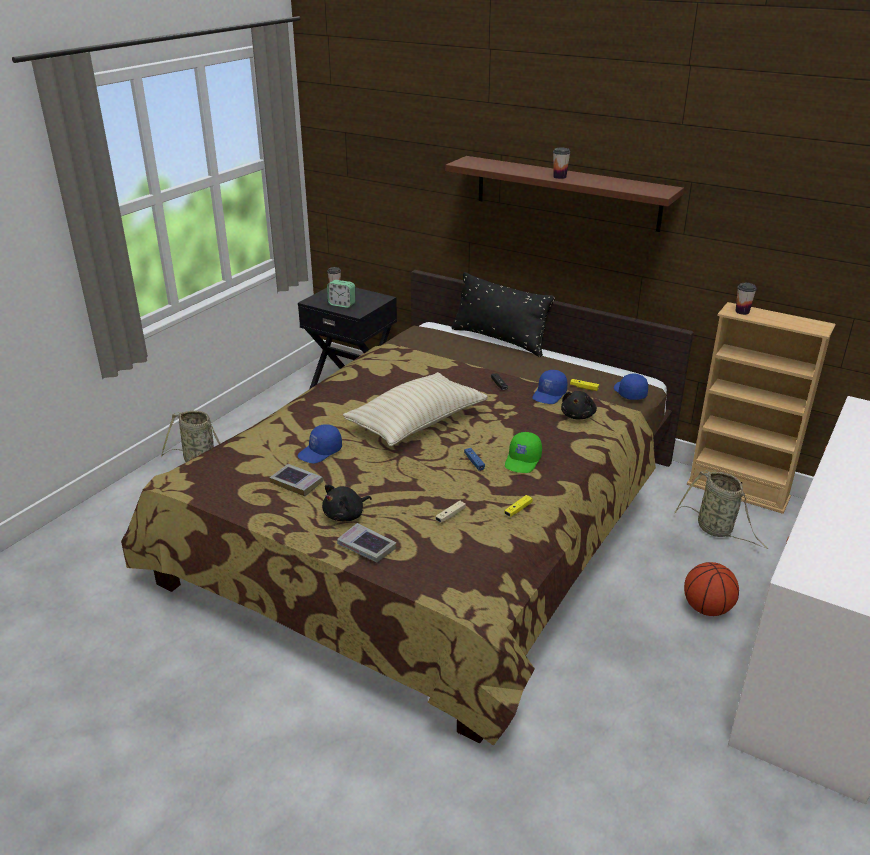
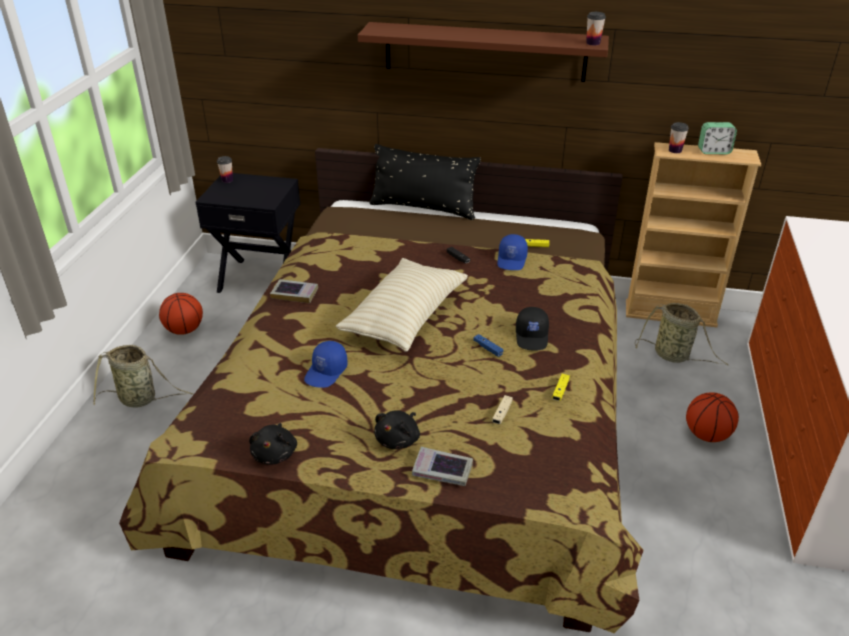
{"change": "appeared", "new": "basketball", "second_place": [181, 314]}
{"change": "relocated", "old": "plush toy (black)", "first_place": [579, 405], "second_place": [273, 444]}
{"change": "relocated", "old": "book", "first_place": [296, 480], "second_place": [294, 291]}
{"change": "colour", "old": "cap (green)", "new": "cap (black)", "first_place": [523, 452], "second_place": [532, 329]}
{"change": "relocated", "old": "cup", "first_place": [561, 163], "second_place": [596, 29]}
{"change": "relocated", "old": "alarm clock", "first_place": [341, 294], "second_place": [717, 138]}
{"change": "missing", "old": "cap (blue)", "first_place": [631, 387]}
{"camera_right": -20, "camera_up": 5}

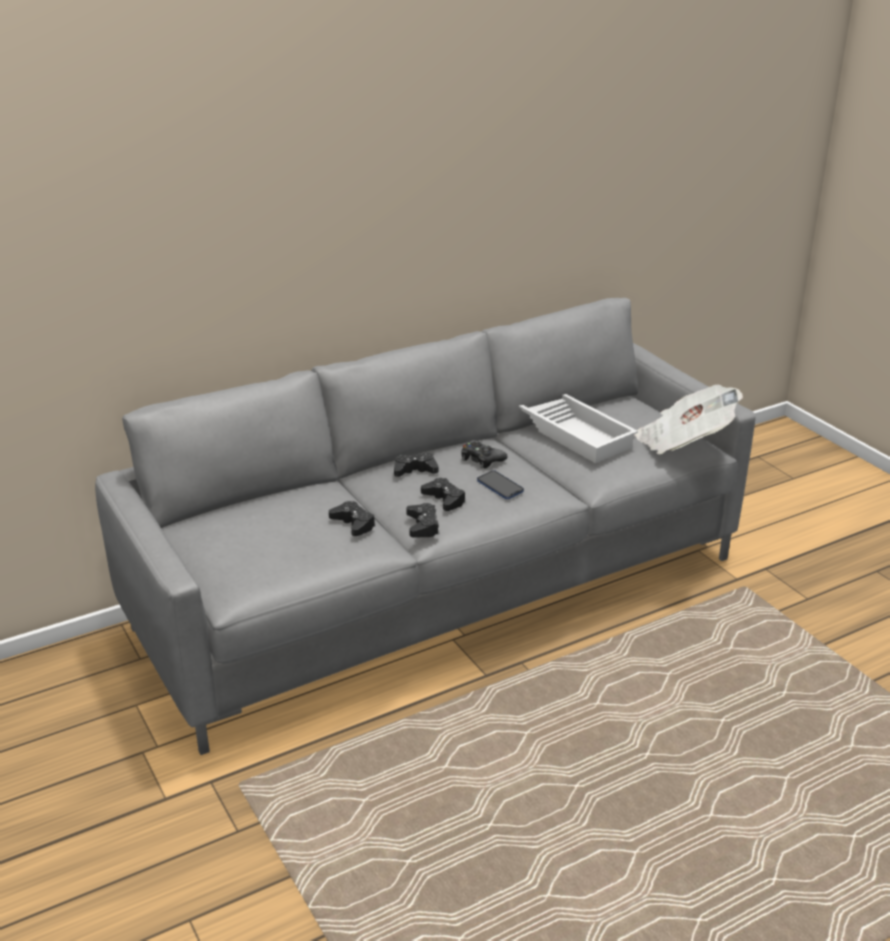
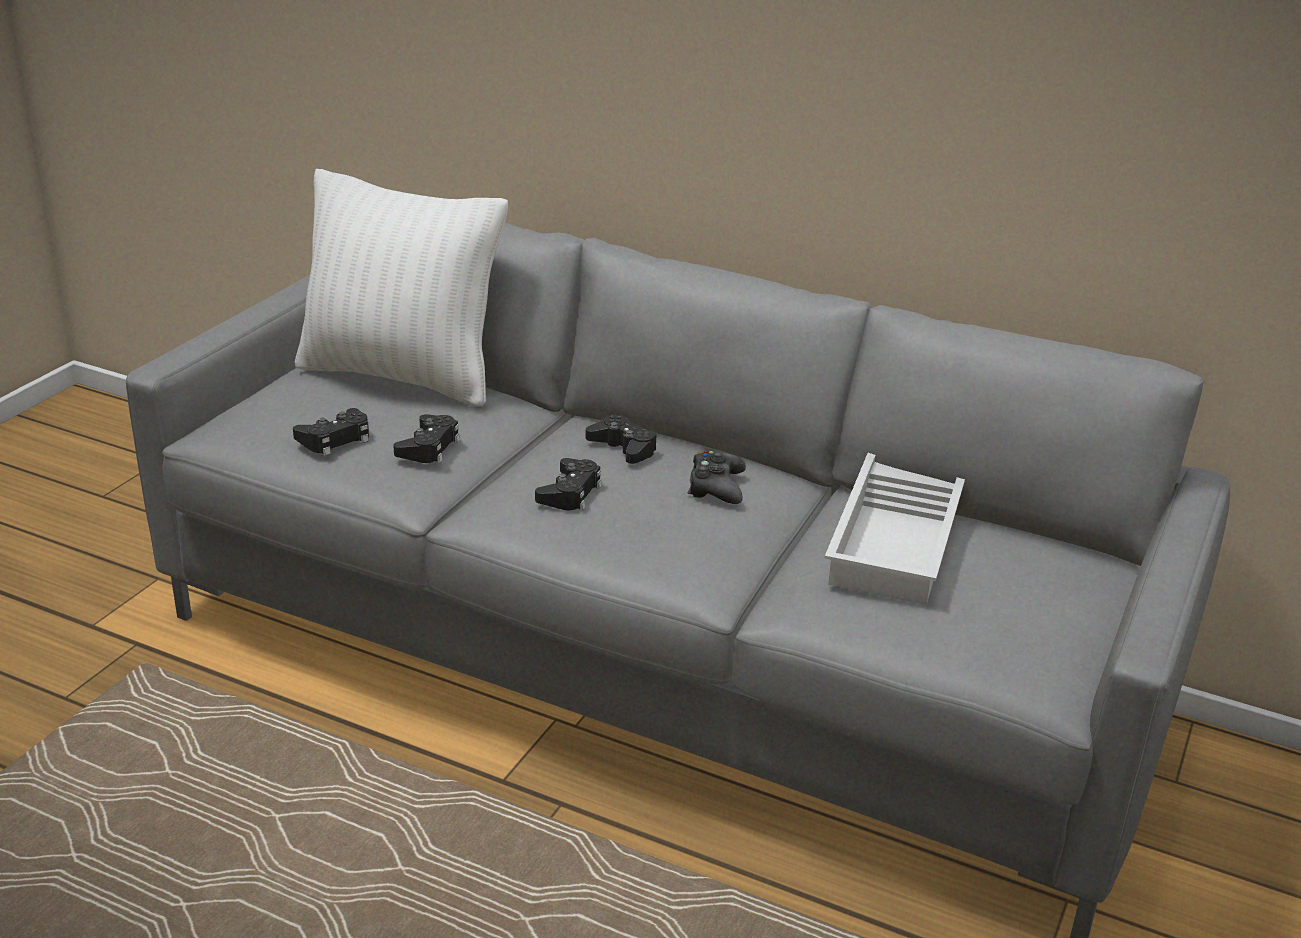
{"change": "relocated", "old": "game controller (black)", "first_place": [423, 520], "second_place": [331, 432]}
{"change": "appeared", "new": "pillow (white)", "second_place": [401, 288]}
{"change": "missing", "old": "phone", "first_place": [500, 484]}
{"change": "missing", "old": "newspaper", "first_place": [688, 419]}
{"camera_right": 55, "camera_up": 0}

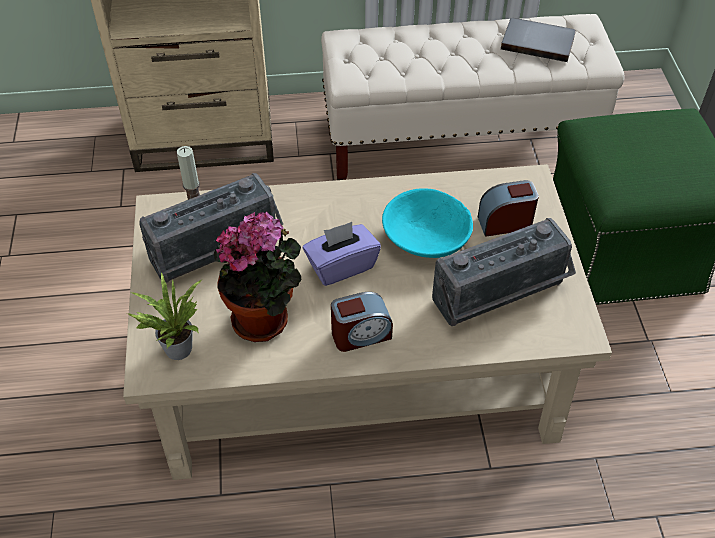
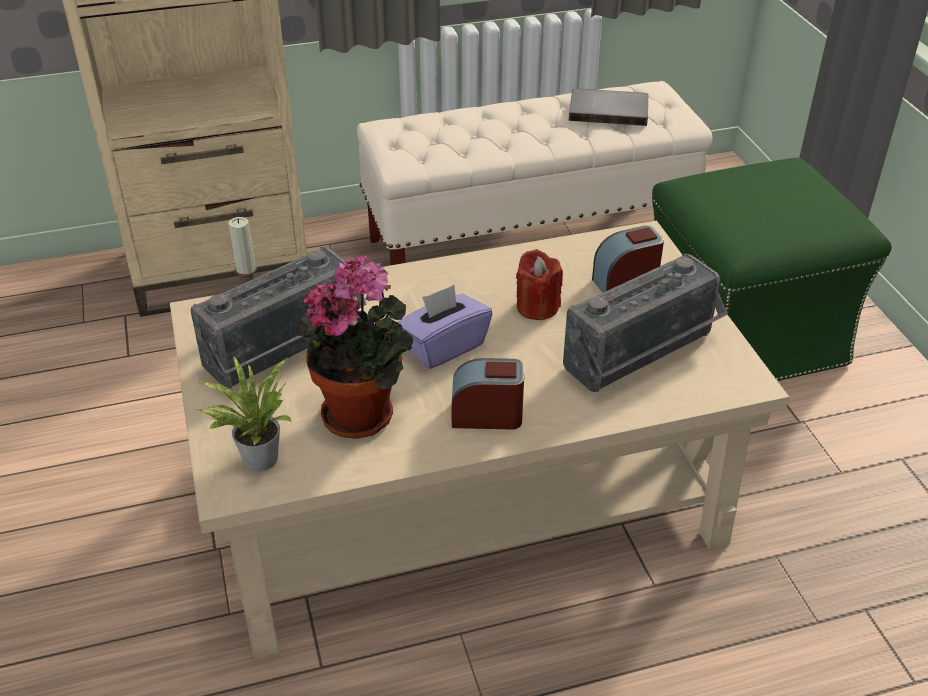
{"change": "spun", "old": "alarm clock", "first_place": [362, 322], "second_place": [487, 393], "degrees": -150}
{"change": "exchanged", "old": "bowl (turquoise)", "new": "candle (red)", "first_place": [427, 223], "second_place": [539, 284]}
{"camera_right": -10, "camera_up": -10}

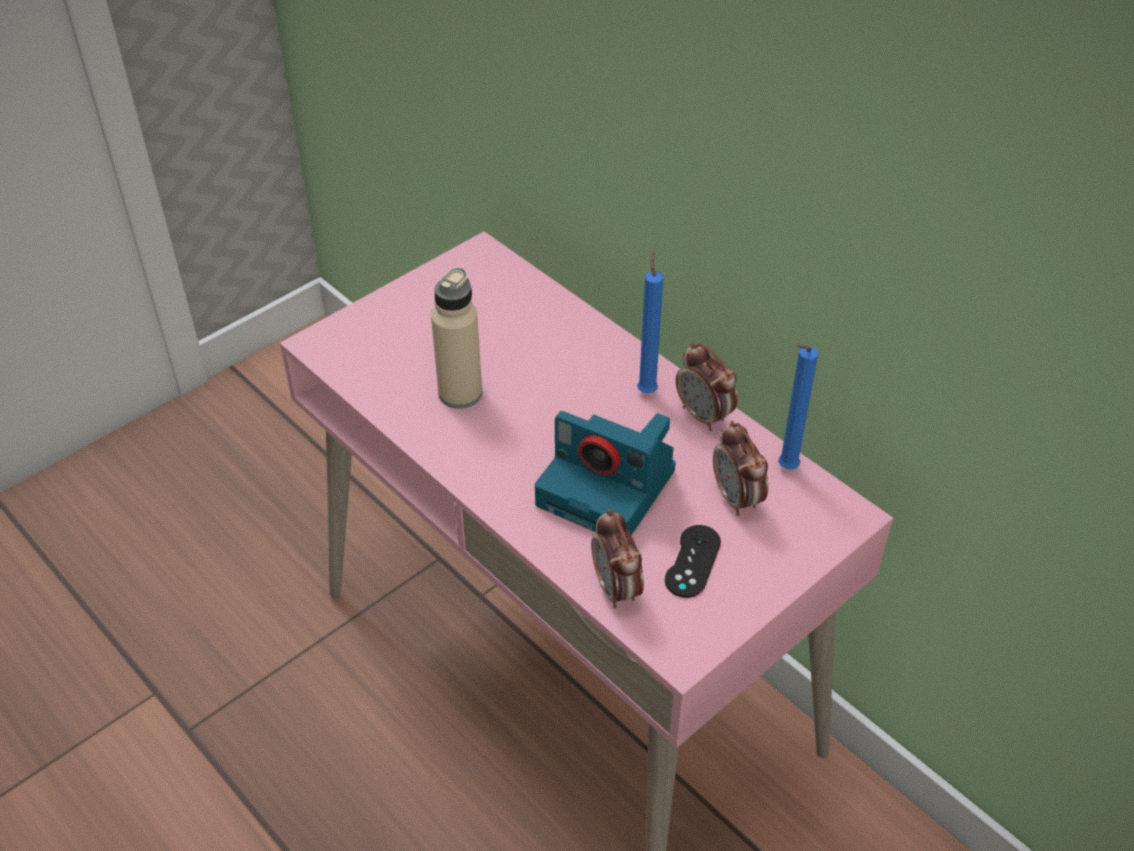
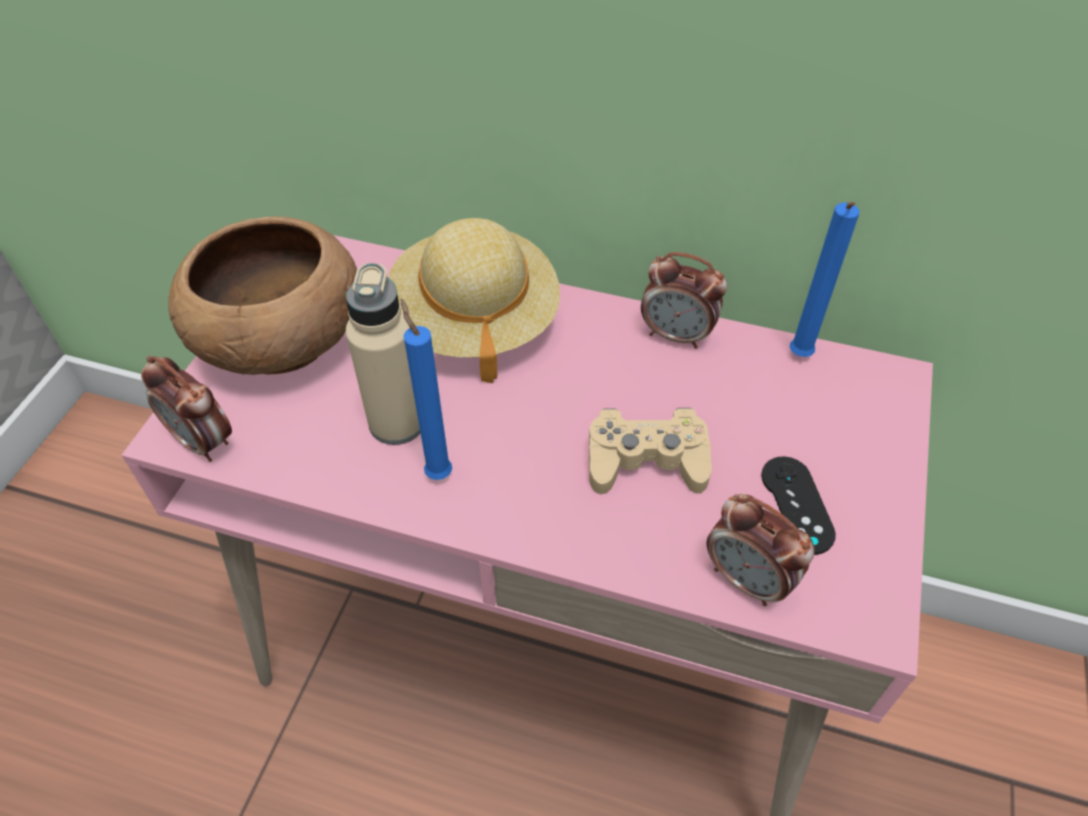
{"change": "relocated", "old": "alarm clock", "first_place": [740, 468], "second_place": [186, 409]}
{"change": "appeared", "new": "bowl (brown)", "second_place": [262, 296]}
{"change": "appeared", "new": "hat (beige)", "second_place": [474, 300]}
{"change": "relocated", "old": "candle (blue)", "first_place": [650, 322], "second_place": [426, 389]}
{"change": "exchanged", "old": "photo camera", "new": "game controller (beige)", "first_place": [605, 473], "second_place": [650, 451]}
{"camera_right": -30, "camera_up": 5}

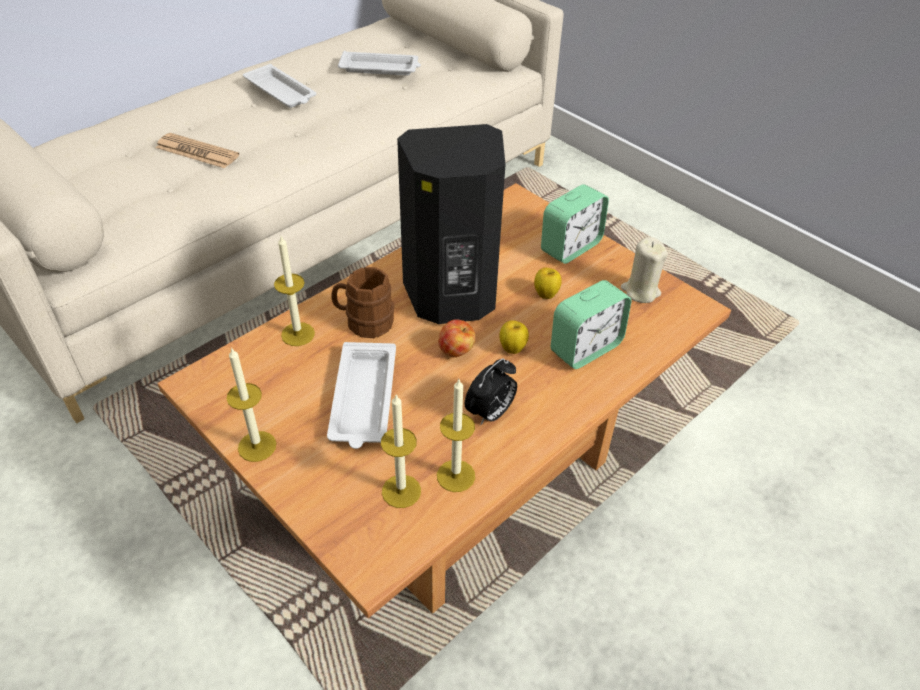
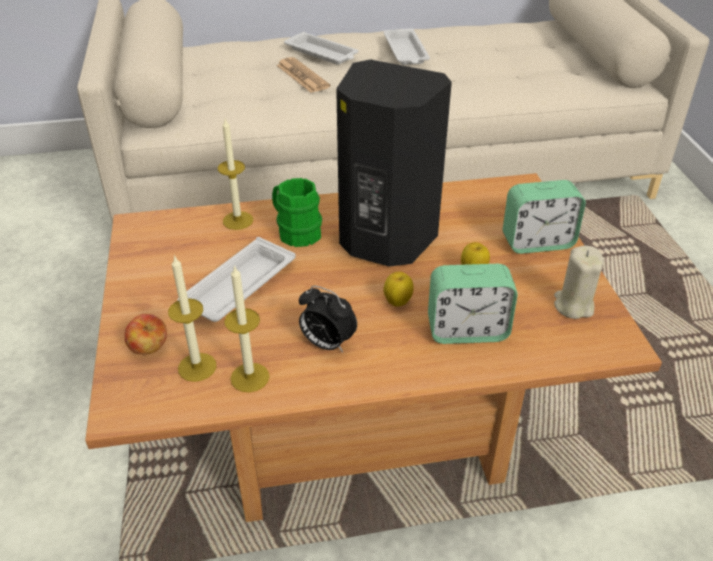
{"change": "relocated", "old": "apple", "first_place": [457, 338], "second_place": [146, 334]}
{"change": "colour", "old": "mug (brown)", "new": "mug (green)", "first_place": [363, 302], "second_place": [297, 212]}
{"change": "relocated", "old": "tray (white)", "first_place": [379, 63], "second_place": [321, 48]}
{"change": "spun", "old": "alarm clock", "first_place": [491, 391], "second_place": [328, 318], "degrees": 45}
{"change": "missing", "old": "candle", "first_place": [251, 404]}
{"camera_right": 35, "camera_up": -5}

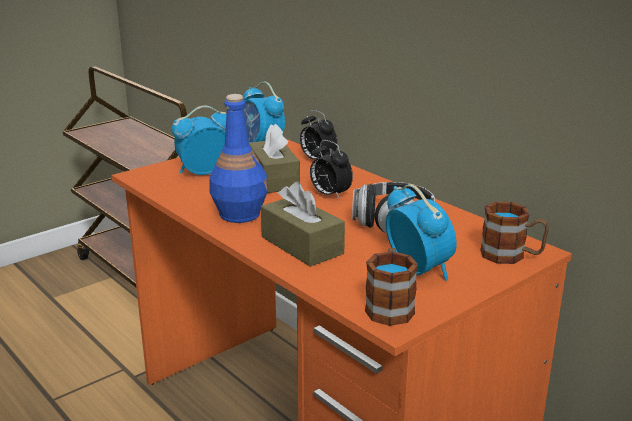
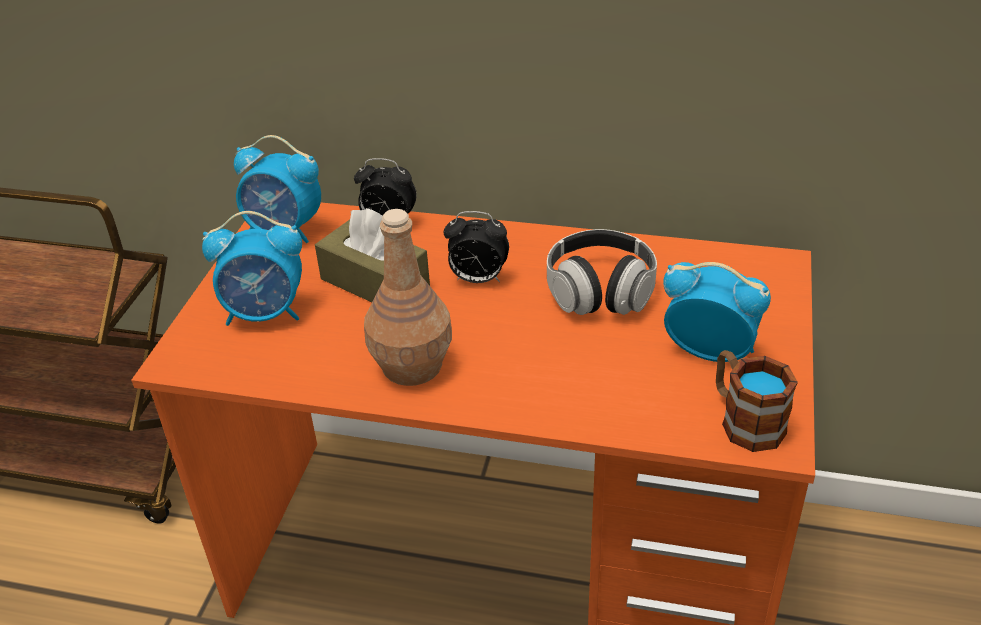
{"change": "spun", "old": "alarm clock", "first_place": [199, 140], "second_place": [252, 268], "degrees": -120}
{"change": "colour", "old": "bottle (blue)", "new": "bottle (brown)", "first_place": [238, 158], "second_place": [408, 297]}
{"change": "missing", "old": "tissue box (brown)", "first_place": [303, 224]}
{"change": "missing", "old": "mug", "first_place": [514, 233]}
{"camera_right": -35, "camera_up": 15}

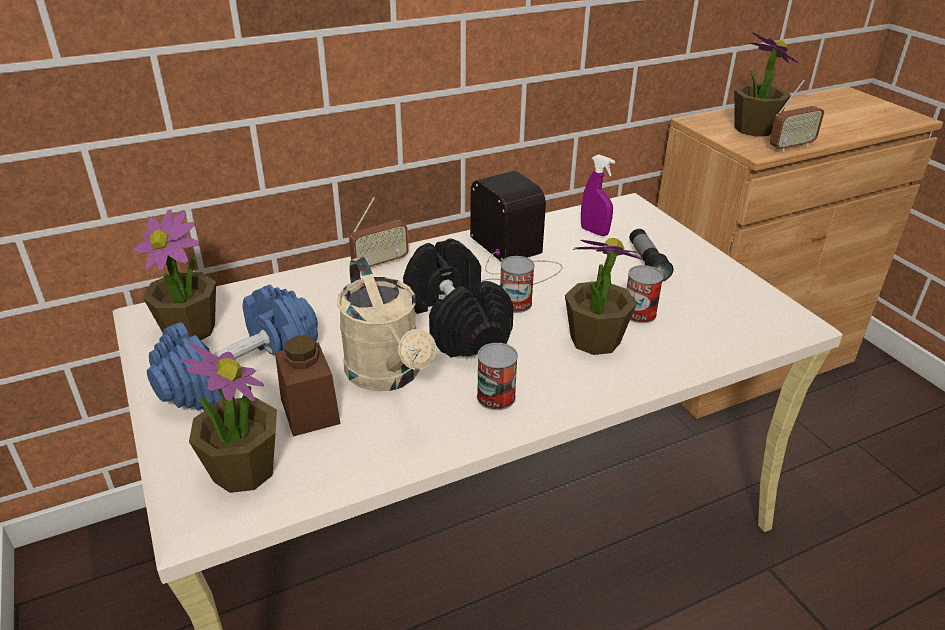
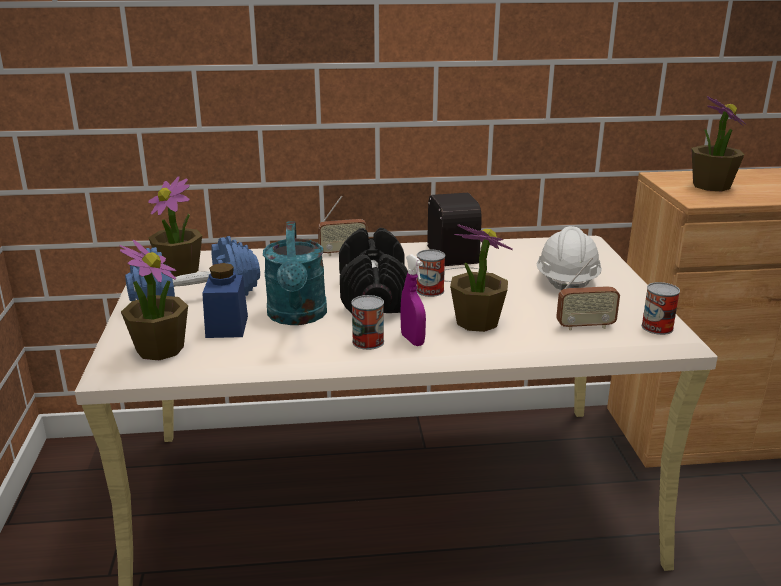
{"change": "colour", "old": "jar (brown)", "new": "jar (blue)", "first_place": [308, 386], "second_place": [225, 300]}
{"change": "colour", "old": "watering can (beige)", "new": "watering can (turquoise)", "first_place": [386, 324], "second_place": [295, 273]}
{"change": "relocated", "old": "spray bottle (purple)", "first_place": [598, 195], "second_place": [413, 300]}
{"change": "exchanged", "old": "flashlight", "new": "hard hat (white)", "first_place": [651, 255], "second_place": [569, 258]}
{"change": "relocated", "old": "radio", "first_place": [796, 116], "second_place": [588, 294]}
{"change": "relocated", "old": "can", "first_place": [645, 294], "second_place": [660, 308]}
{"camera_right": 20, "camera_up": -10}

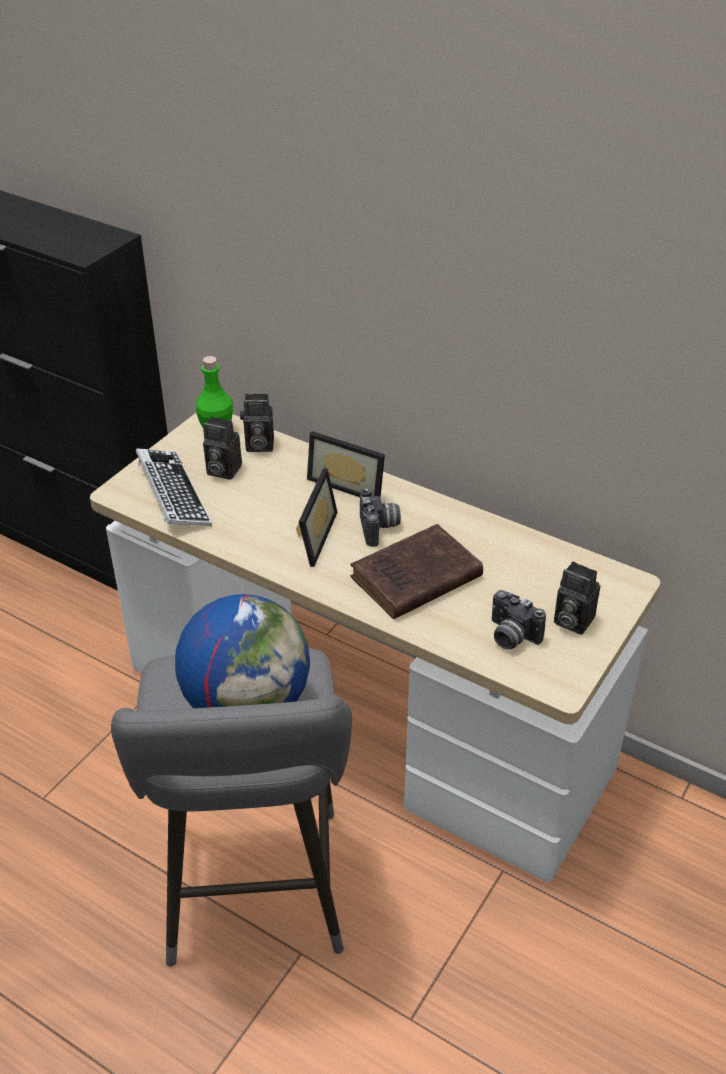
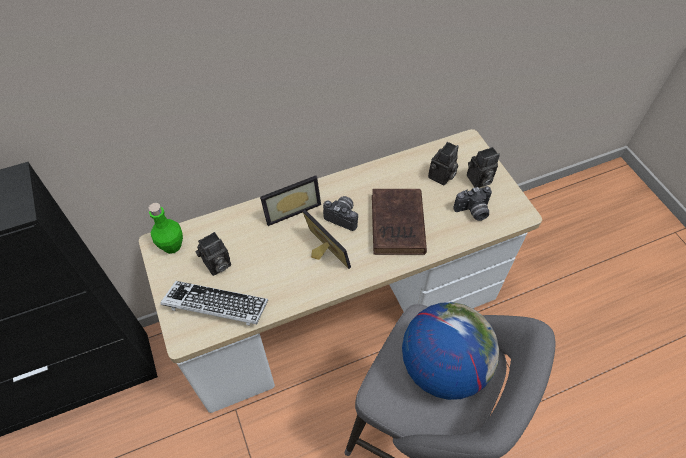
{"change": "relocated", "old": "photo camera", "first_place": [257, 423], "second_place": [443, 163]}
{"camera_right": -55, "camera_up": 15}

